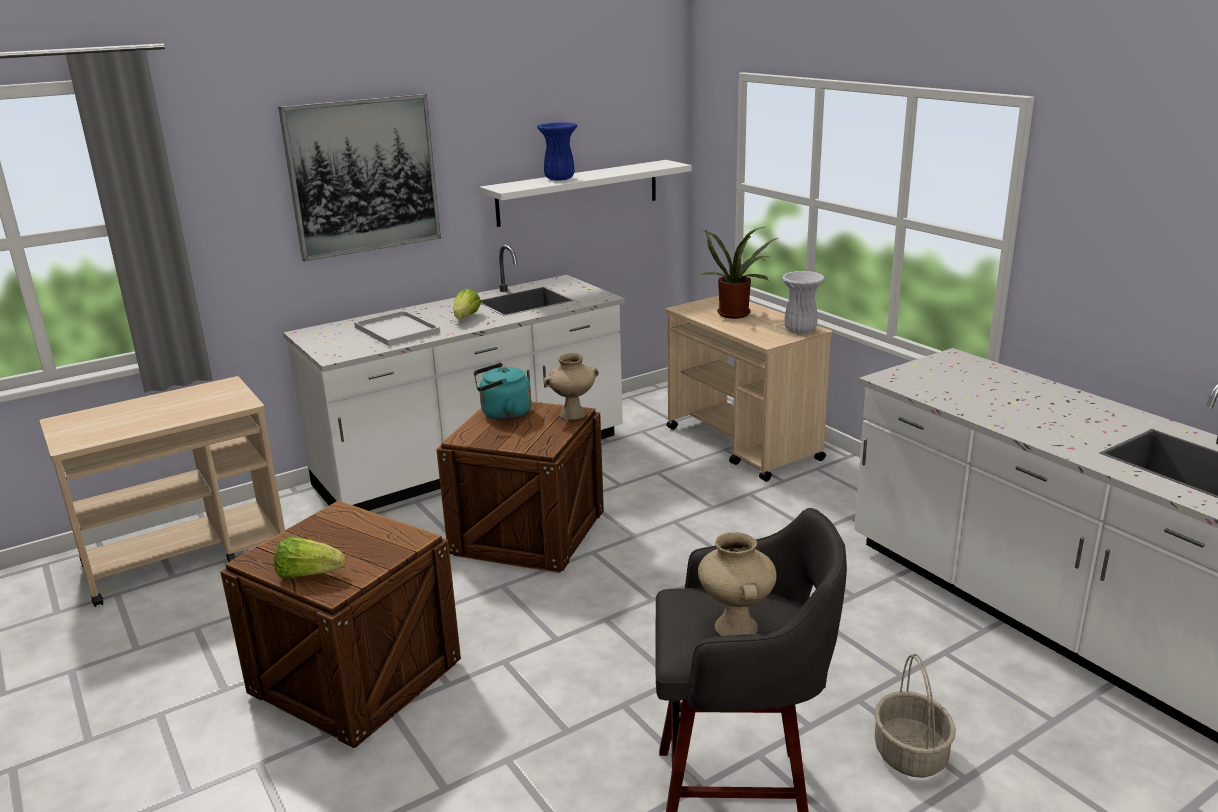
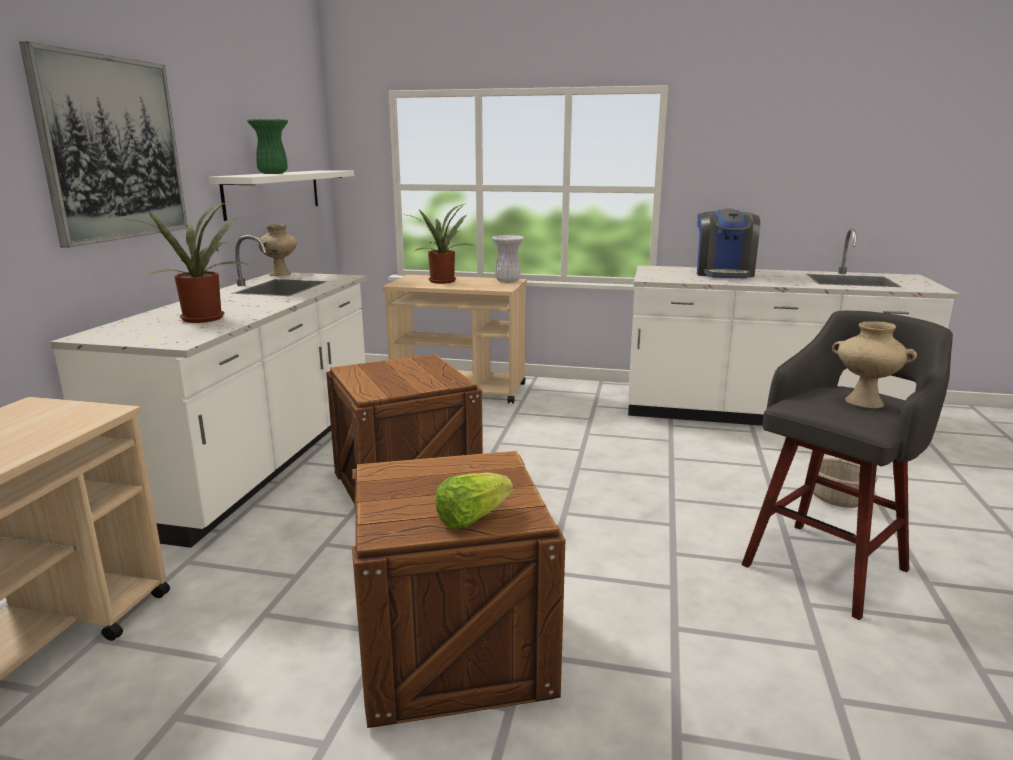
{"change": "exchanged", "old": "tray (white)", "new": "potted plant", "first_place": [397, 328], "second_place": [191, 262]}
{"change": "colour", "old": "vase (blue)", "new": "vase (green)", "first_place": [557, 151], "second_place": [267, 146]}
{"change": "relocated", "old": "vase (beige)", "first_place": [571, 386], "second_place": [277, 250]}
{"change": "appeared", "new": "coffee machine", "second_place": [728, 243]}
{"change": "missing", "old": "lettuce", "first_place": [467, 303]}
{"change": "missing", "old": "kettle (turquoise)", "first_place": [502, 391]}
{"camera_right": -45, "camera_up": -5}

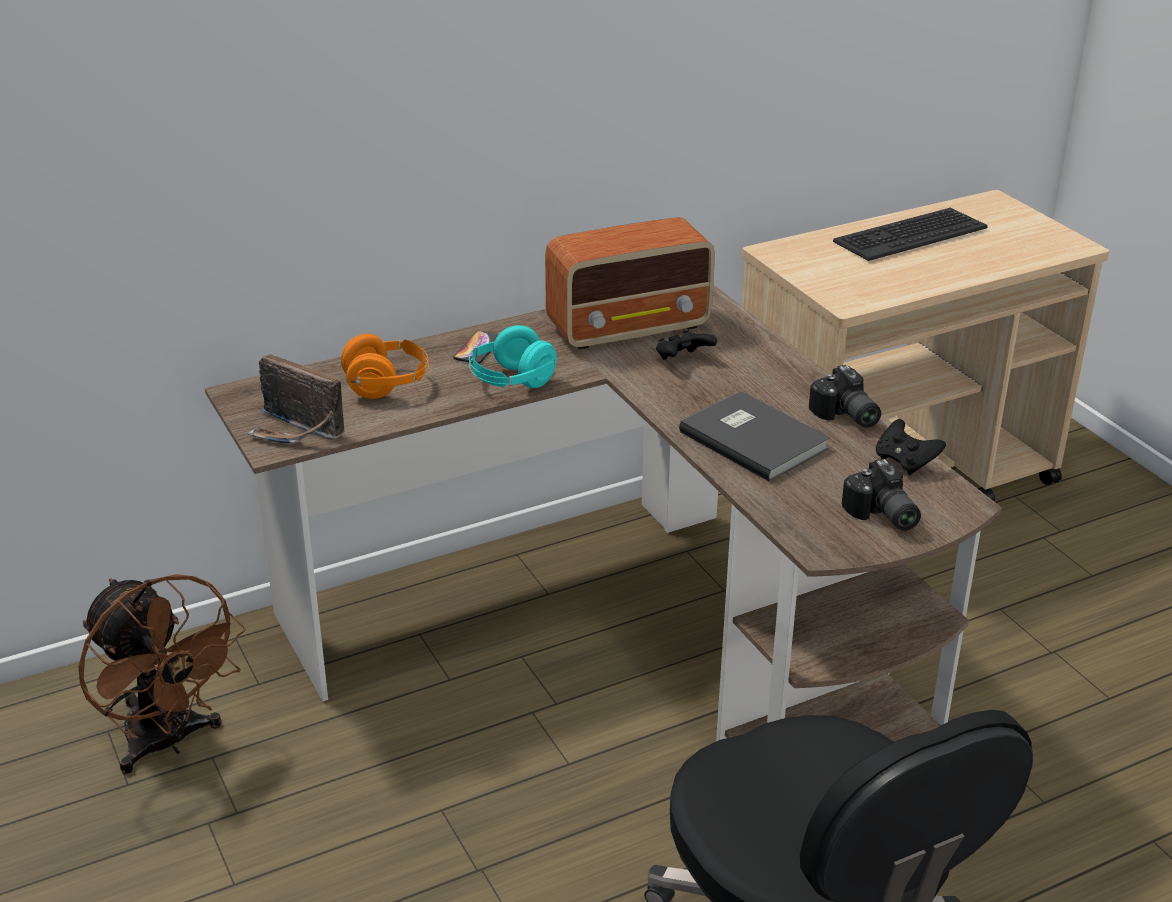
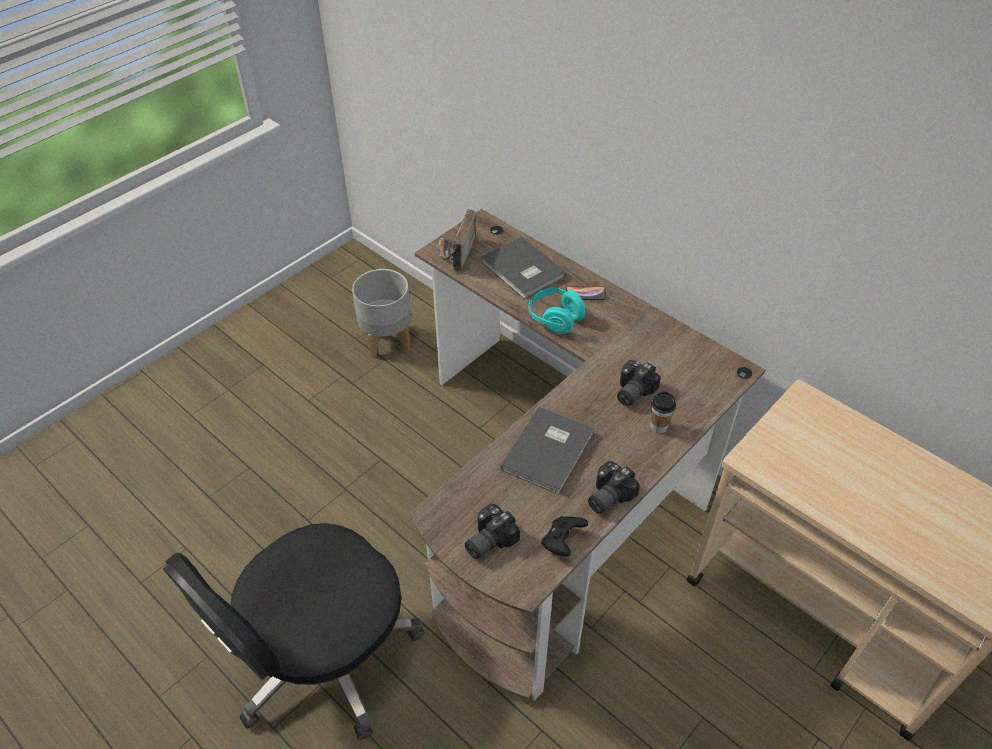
{"change": "exchanged", "old": "fan (brown)", "new": "planter (grey)", "first_place": [162, 674], "second_place": [381, 313]}
{"change": "exchanged", "old": "headphones (orange)", "new": "book (grey)", "first_place": [385, 366], "second_place": [523, 268]}
{"change": "exchanged", "old": "game controller (black)", "new": "photo camera", "first_place": [686, 345], "second_place": [639, 383]}
{"change": "appeared", "new": "cup", "second_place": [663, 412]}
{"change": "missing", "old": "radio", "first_place": [630, 283]}
{"change": "missing", "old": "keyboard", "first_place": [910, 234]}
{"camera_right": 70, "camera_up": 15}

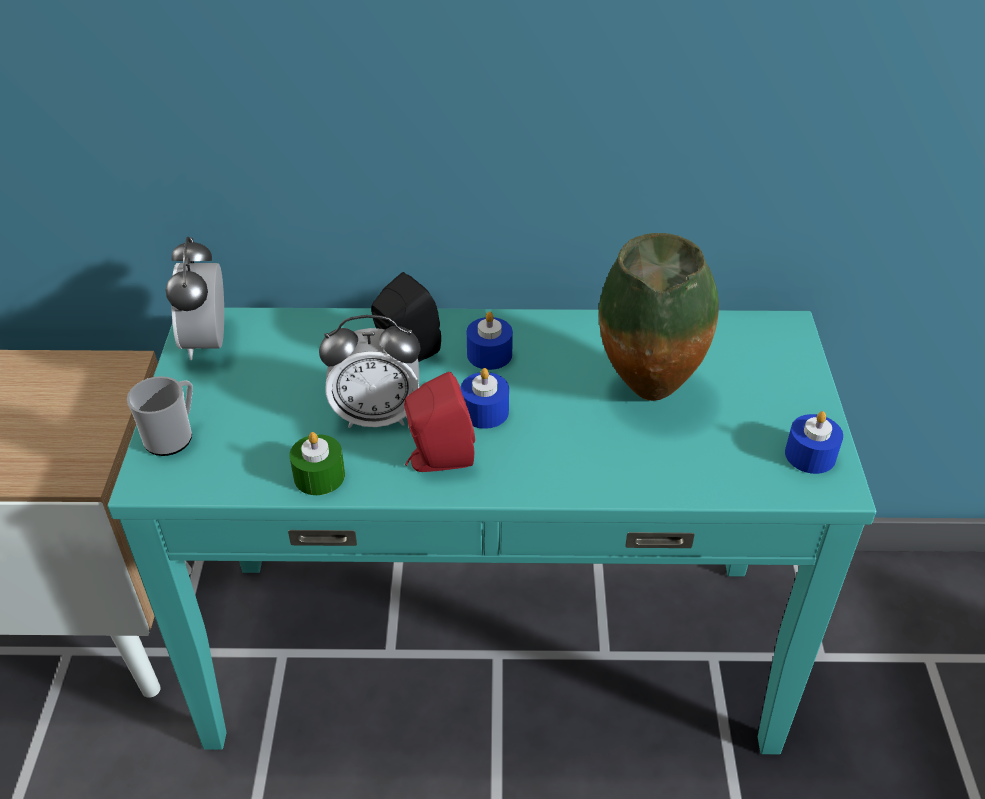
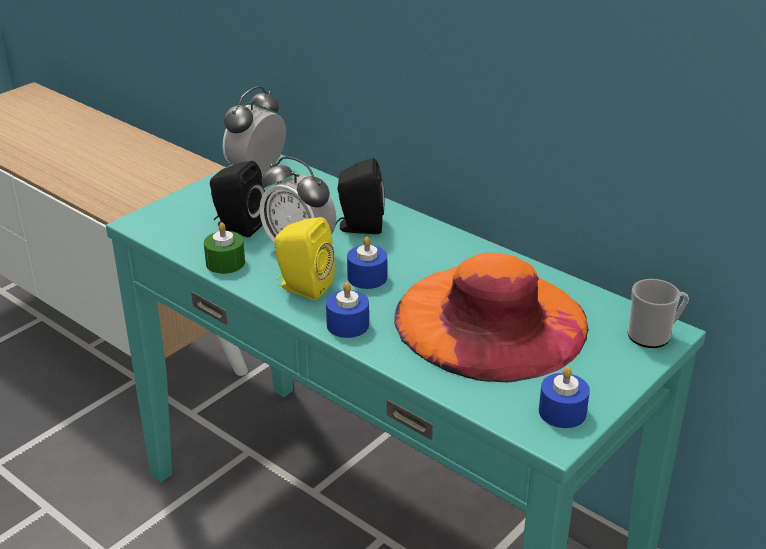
{"change": "appeared", "new": "speaker (black)", "second_place": [237, 199]}
{"change": "colour", "old": "speaker (red)", "new": "speaker (yellow)", "first_place": [439, 422], "second_place": [304, 258]}
{"change": "relocated", "old": "candle (blue)", "first_place": [490, 340], "second_place": [347, 310]}
{"change": "exchanged", "old": "vase", "new": "hat (orange)", "first_place": [659, 317], "second_place": [491, 317]}
{"change": "relocated", "old": "mug", "first_place": [160, 416], "second_place": [658, 313]}
{"camera_right": 40, "camera_up": -10}

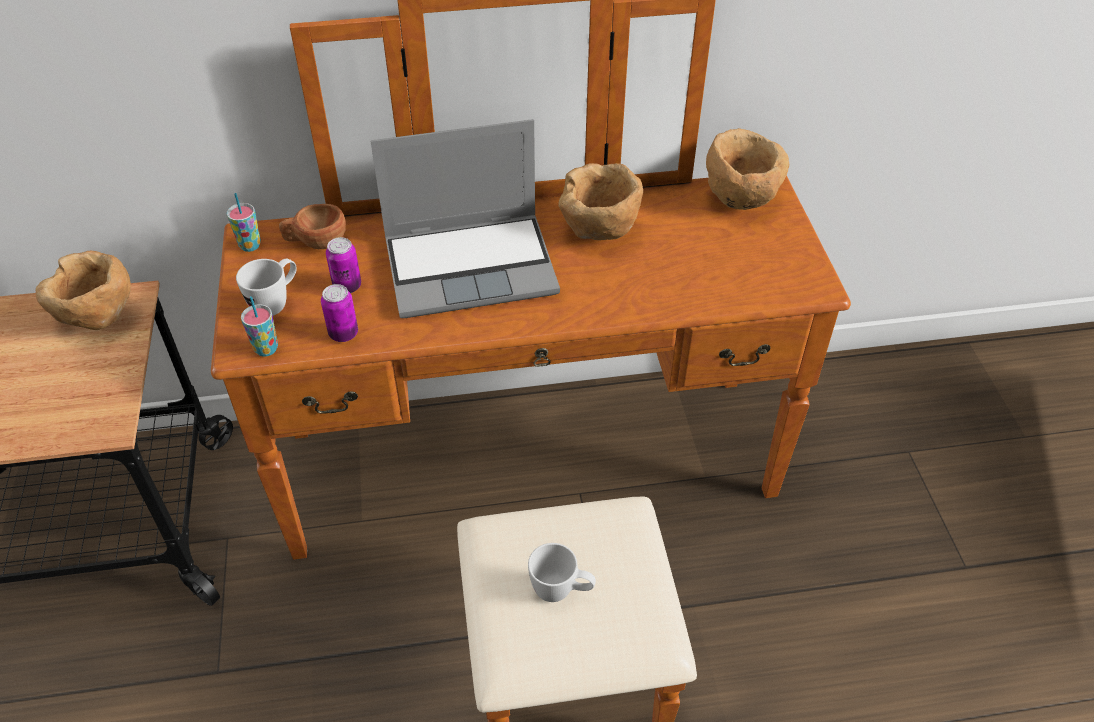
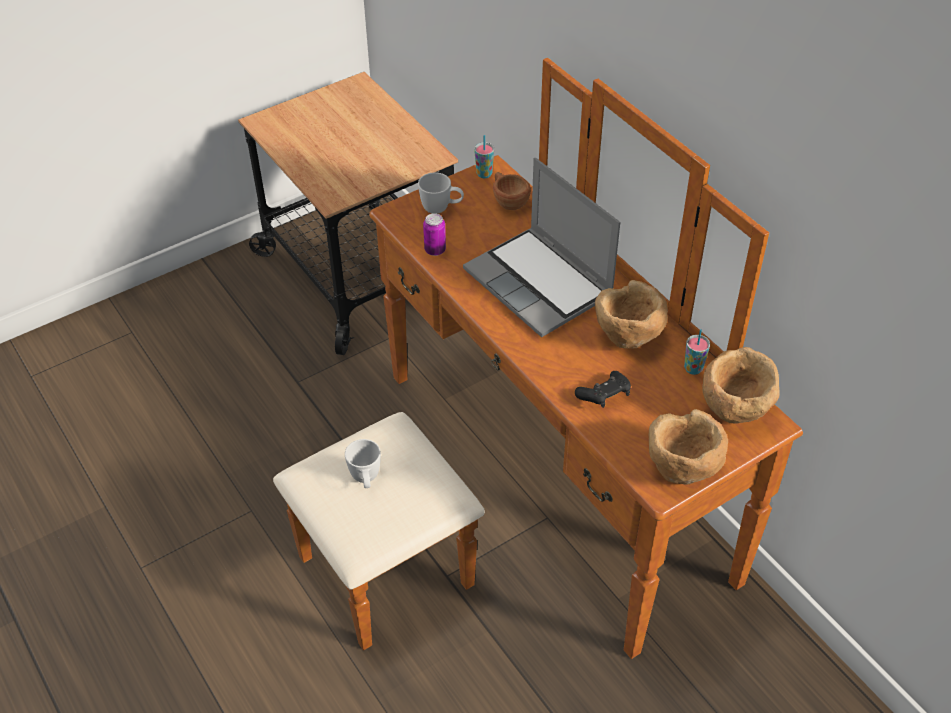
{"change": "appeared", "new": "game controller (black)", "second_place": [603, 389]}
{"change": "relocated", "old": "bowl (brown)", "first_place": [83, 290], "second_place": [688, 446]}
{"change": "relocated", "old": "cup", "first_place": [259, 326], "second_place": [697, 352]}
{"change": "missing", "old": "can", "first_place": [343, 265]}
{"camera_right": 65, "camera_up": 0}

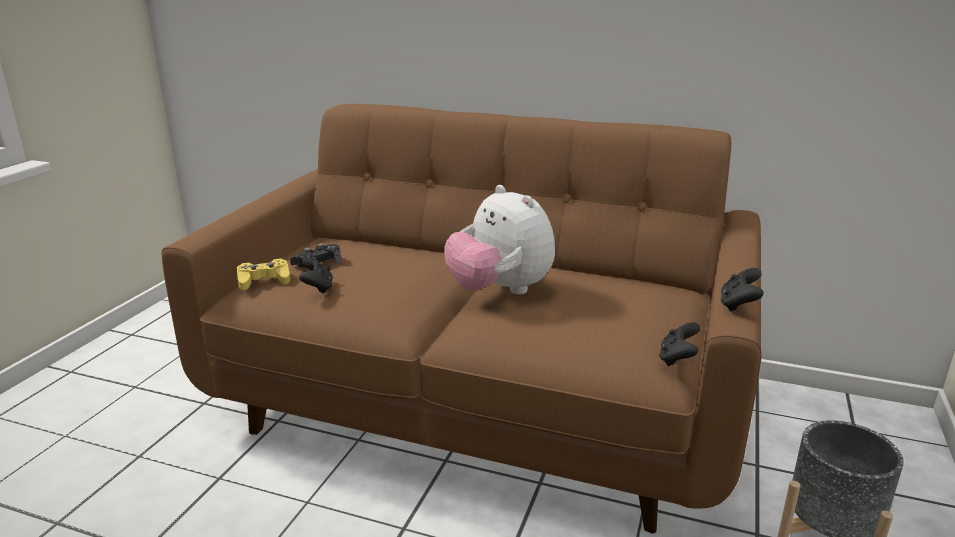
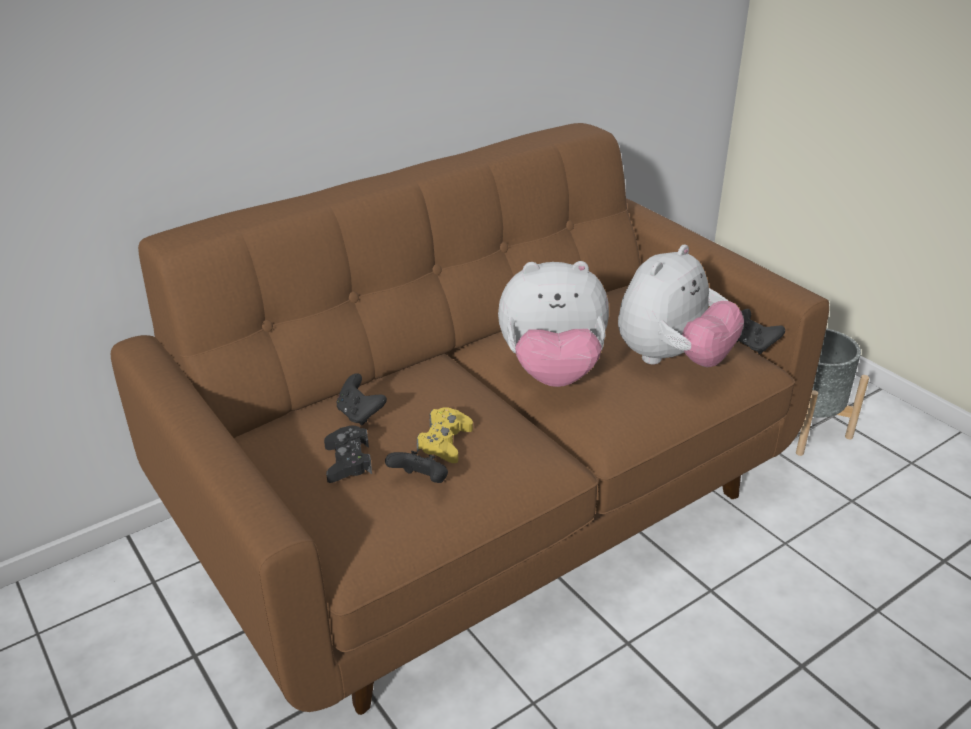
{"change": "relocated", "old": "game controller (black)", "first_place": [742, 290], "second_place": [362, 399]}
{"change": "relocated", "old": "game controller (yellow)", "first_place": [263, 274], "second_place": [445, 435]}
{"change": "appeared", "new": "plush toy", "second_place": [681, 306]}
{"camera_right": -55, "camera_up": 10}

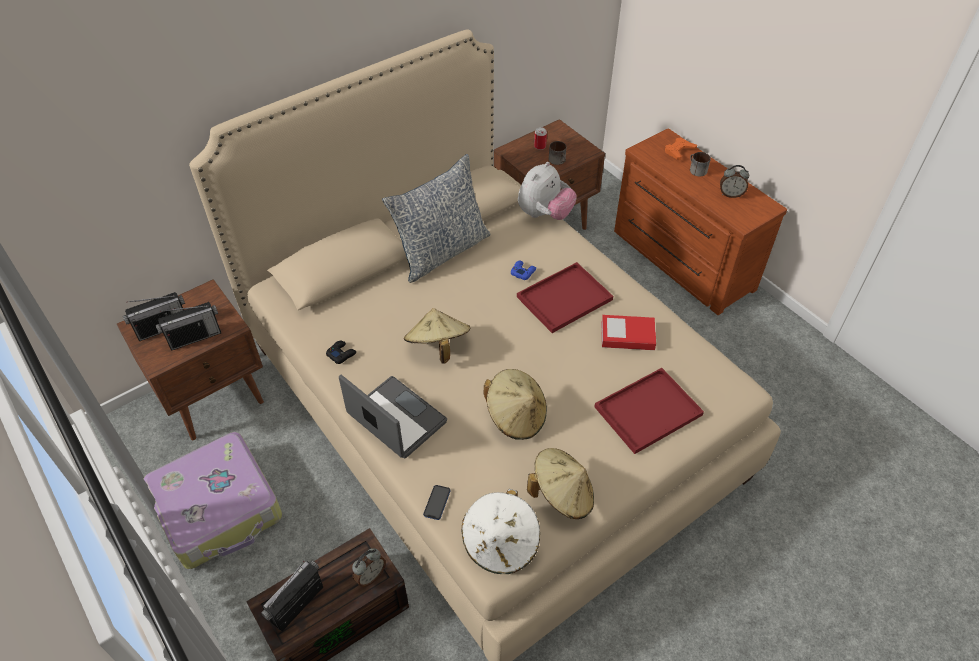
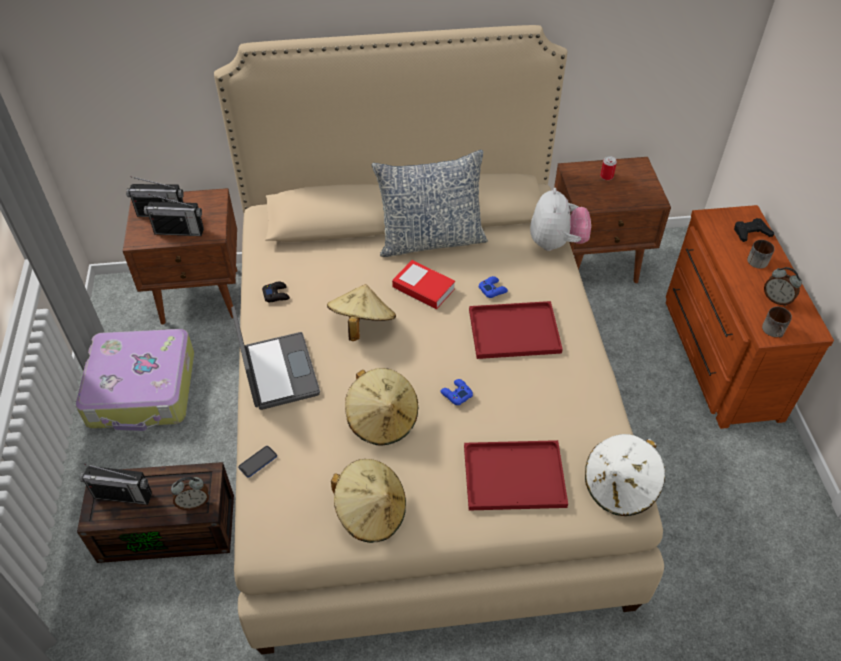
{"change": "spun", "old": "radio", "first_place": [292, 595], "second_place": [116, 484], "degrees": -150}
{"change": "relocated", "old": "book", "first_place": [628, 332], "second_place": [423, 284]}
{"change": "appeared", "new": "game controller (blue)", "second_place": [456, 392]}
{"change": "spun", "old": "plush toy", "first_place": [547, 191], "second_place": [560, 219], "degrees": -60}
{"change": "relocated", "old": "hat (white)", "first_place": [501, 531], "second_place": [625, 475]}
{"change": "colour", "old": "game controller (orange)", "new": "game controller (black)", "first_place": [681, 148], "second_place": [754, 230]}
{"change": "relocated", "old": "mug", "first_place": [557, 153], "second_place": [777, 322]}
{"camera_right": 30, "camera_up": 0}

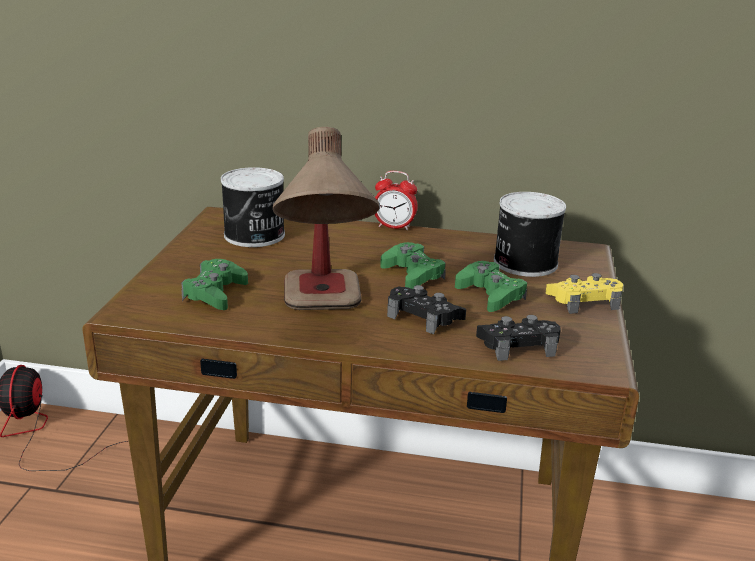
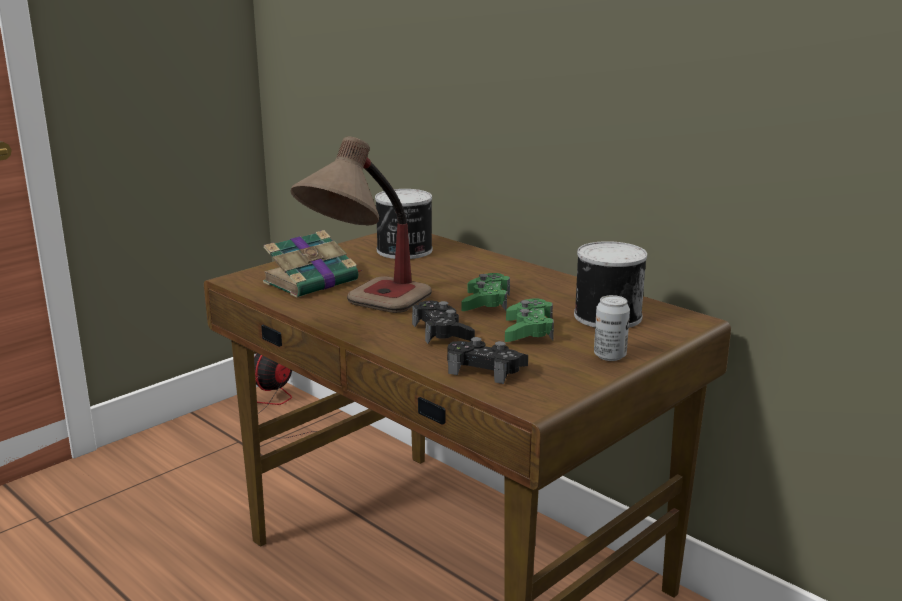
{"change": "exchanged", "old": "game controller (green)", "new": "book", "first_place": [214, 284], "second_place": [313, 264]}
{"change": "exchanged", "old": "game controller (yellow)", "new": "can", "first_place": [584, 293], "second_place": [612, 328]}
{"change": "missing", "old": "alarm clock", "first_place": [396, 200]}
{"camera_right": 35, "camera_up": -5}

